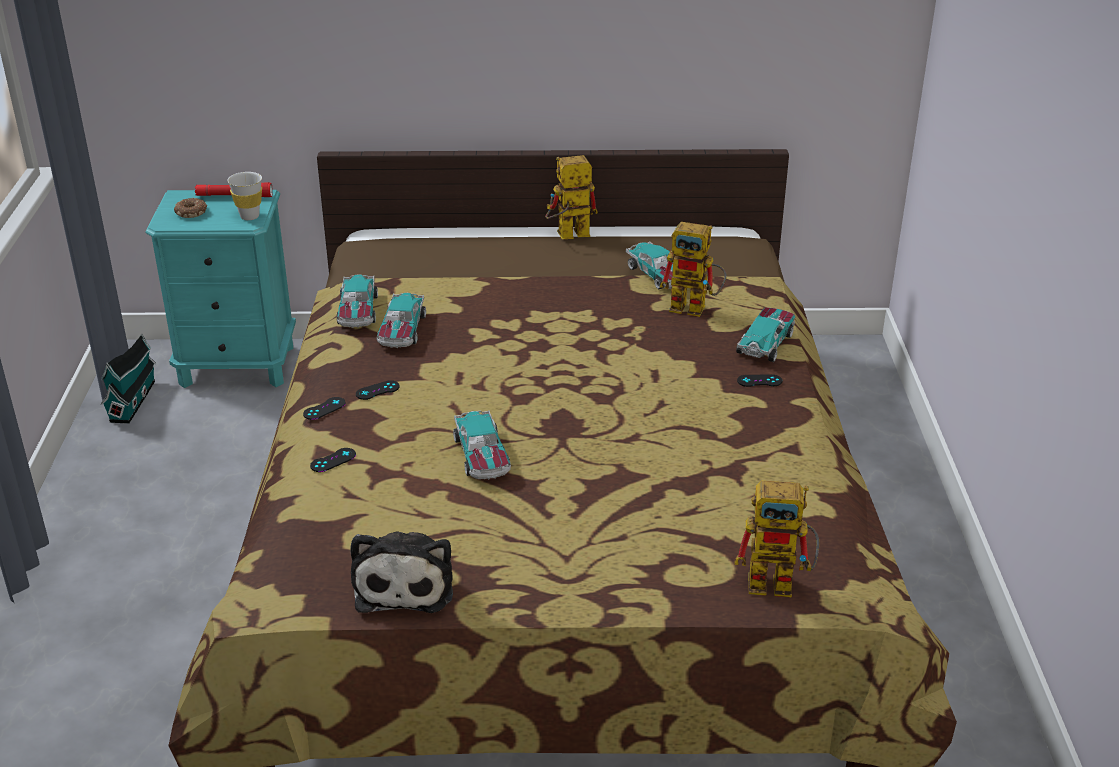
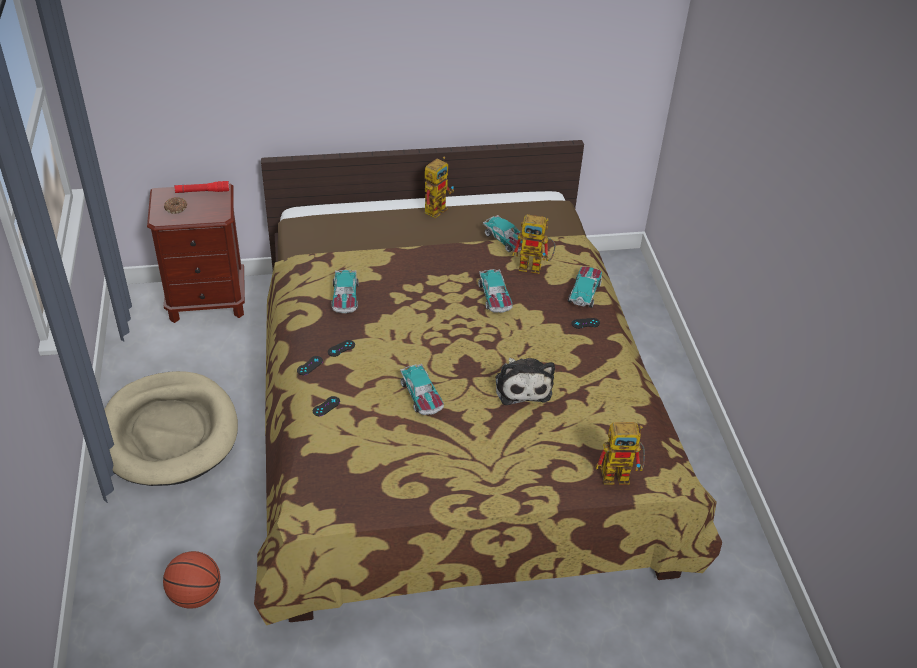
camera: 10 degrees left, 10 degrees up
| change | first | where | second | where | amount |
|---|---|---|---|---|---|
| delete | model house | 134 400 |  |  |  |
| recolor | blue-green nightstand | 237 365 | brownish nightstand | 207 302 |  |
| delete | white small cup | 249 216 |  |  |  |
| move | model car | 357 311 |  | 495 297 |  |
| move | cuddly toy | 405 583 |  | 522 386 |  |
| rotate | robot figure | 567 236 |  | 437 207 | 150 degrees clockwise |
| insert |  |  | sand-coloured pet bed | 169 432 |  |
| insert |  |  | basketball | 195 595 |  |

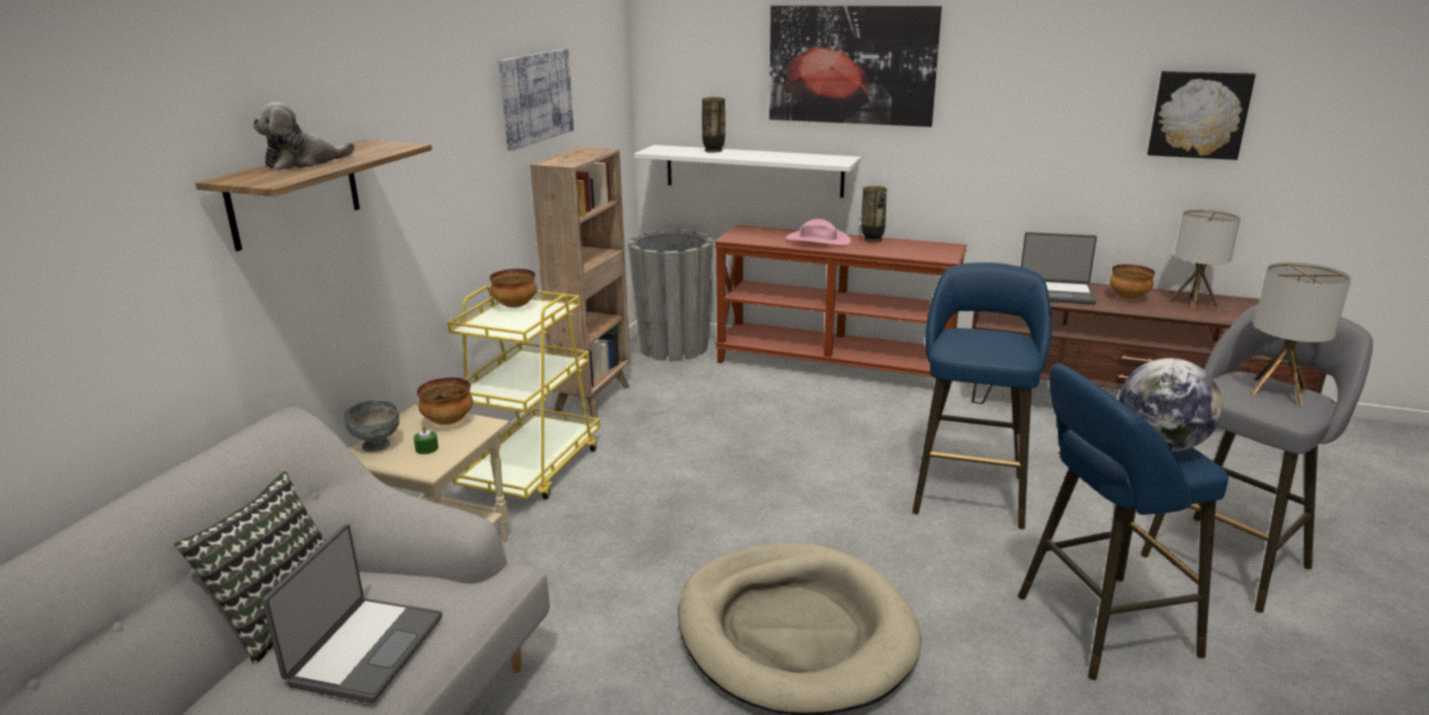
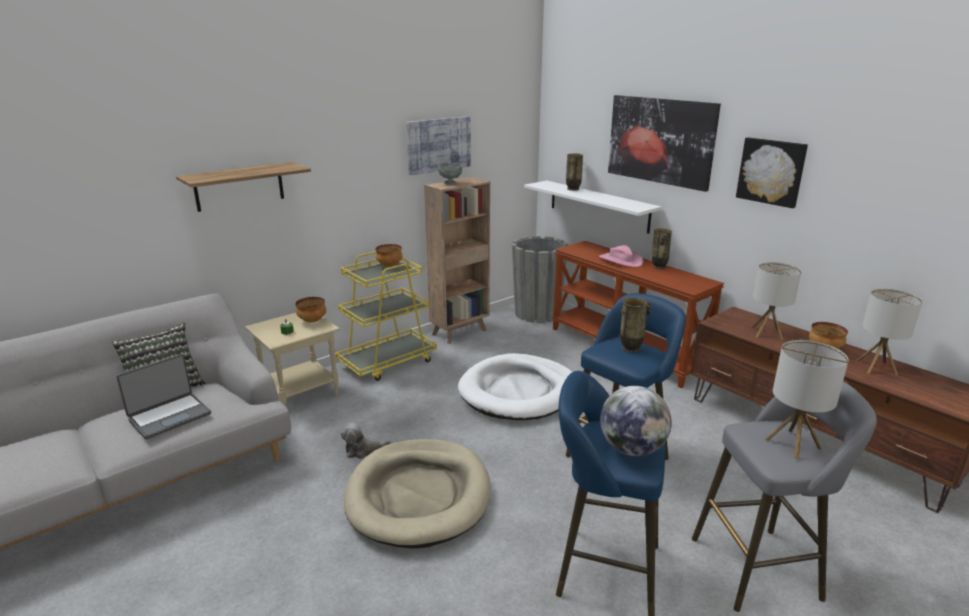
camera: 30 degrees right, 0 degrees up
| change | first | where | second | where | amount |
|---|---|---|---|---|---|
| move | cuddly toy | 304 163 |  | 363 450 |  |
| move | greyish bowl | 377 445 |  | 450 183 |  |
| replace | portable computer | 1055 293 | tabletop lamp | 767 333 |  |
| move | wall art | 1198 114 |  | 771 171 |  |
| insert |  |  | white pet bed | 518 391 |  |
| insert |  |  | vase | 631 348 |  |

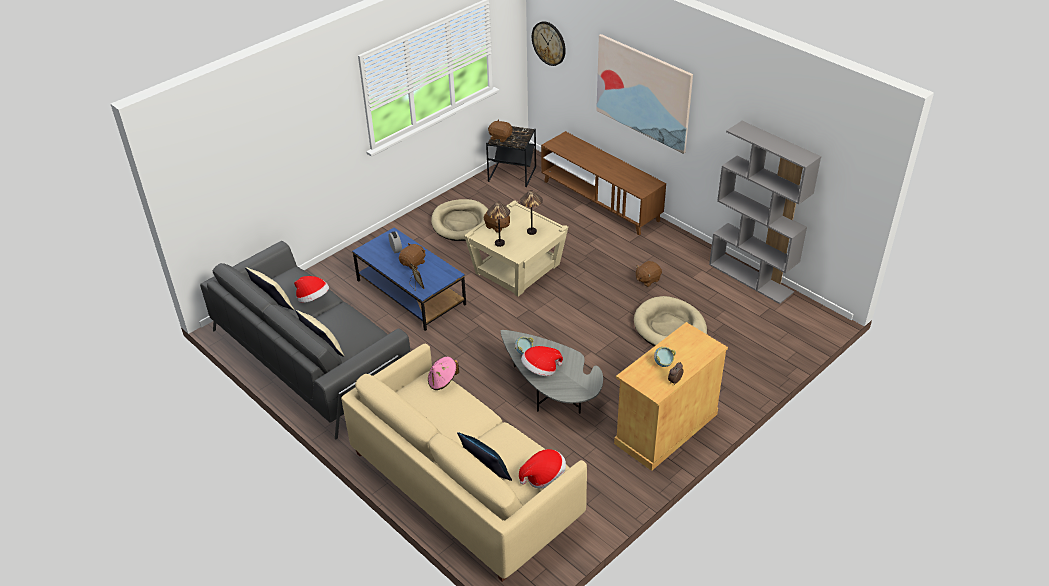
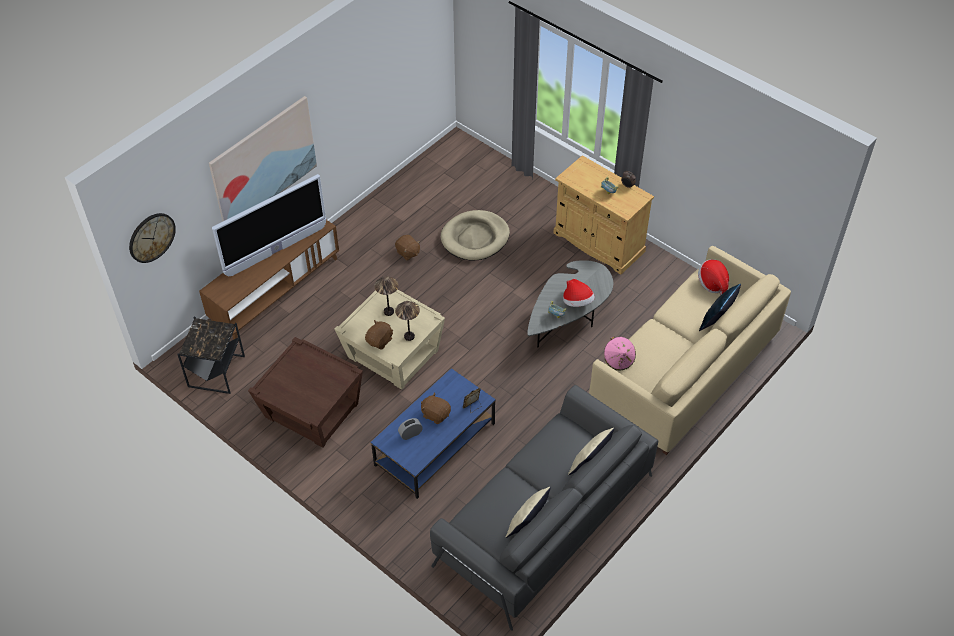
camera: 95 degrees left, 10 degrees up
| change | first | where | second | where | amount |
|---|---|---|---|---|---|
| delete | hat | 313 299 |  |  |  |
| replace | sand-coloured pet bed | 462 223 | brownish end table | 311 411 |  |
| delete | brownish cuddly toy | 500 137 |  |  |  |
| delete | greyish bookshelf | 751 278 |  |  |  |
| insert |  |  | television | 276 251 |  |

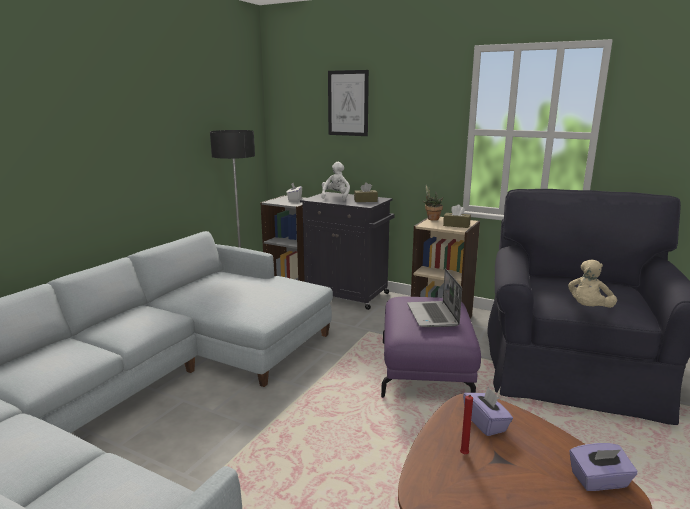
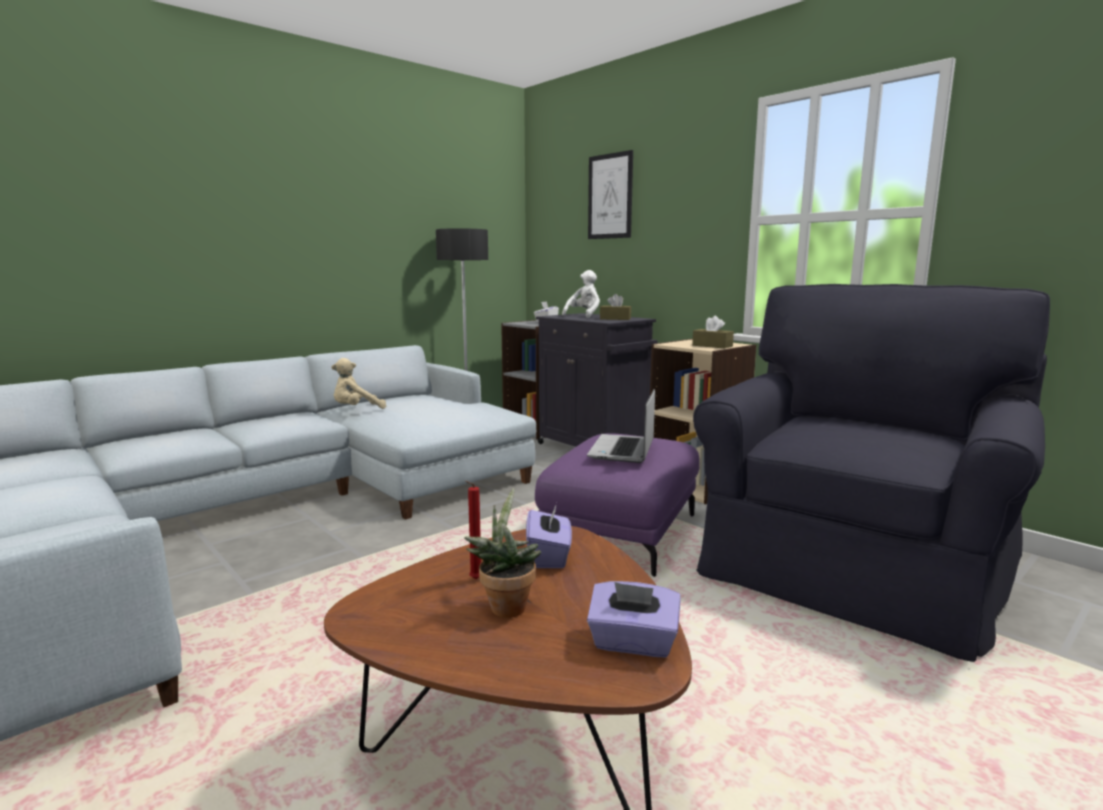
camera: 20 degrees right, 5 degrees down
| change | first | where | second | where | amount |
|---|---|---|---|---|---|
| move | plant in a pot | 431 219 |  | 506 605 |  |
| move | sand-coloured cuddly toy | 588 309 |  | 356 410 |  |

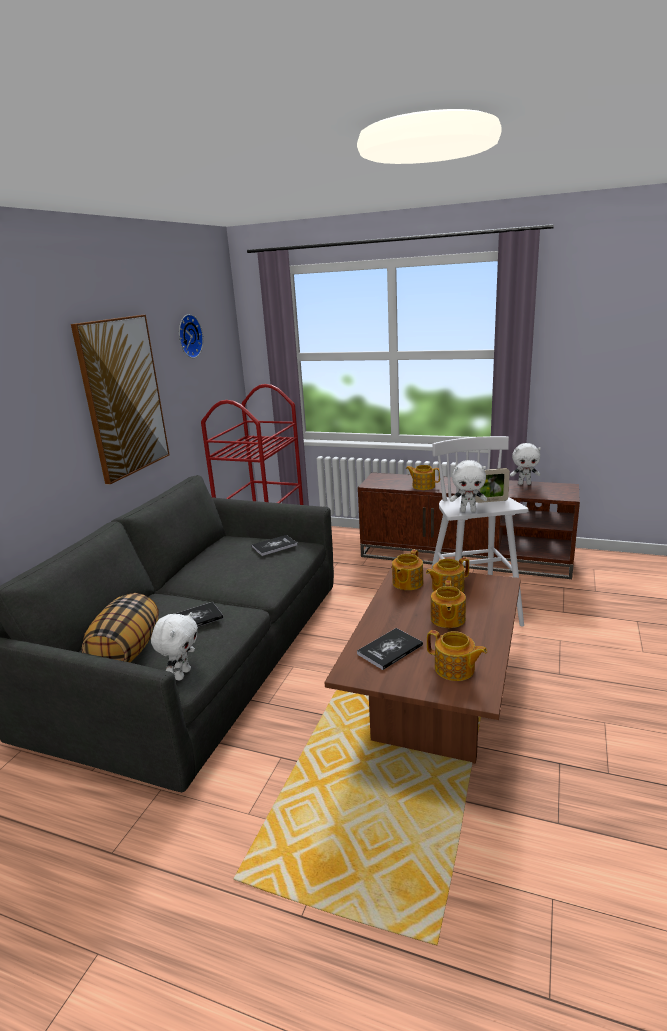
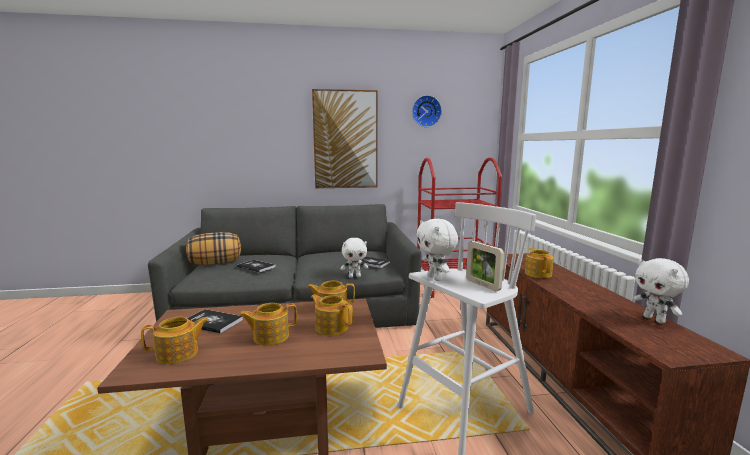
camera: 60 degrees right, 10 degrees down
| change | first | where | second | where | amount |
|---|---|---|---|---|---|
| move | white cuddly toy | 182 674 |  | 354 276 |  |
| rotate | teapot | 455 669 |  | 178 354 | 120 degrees counterclockwise |

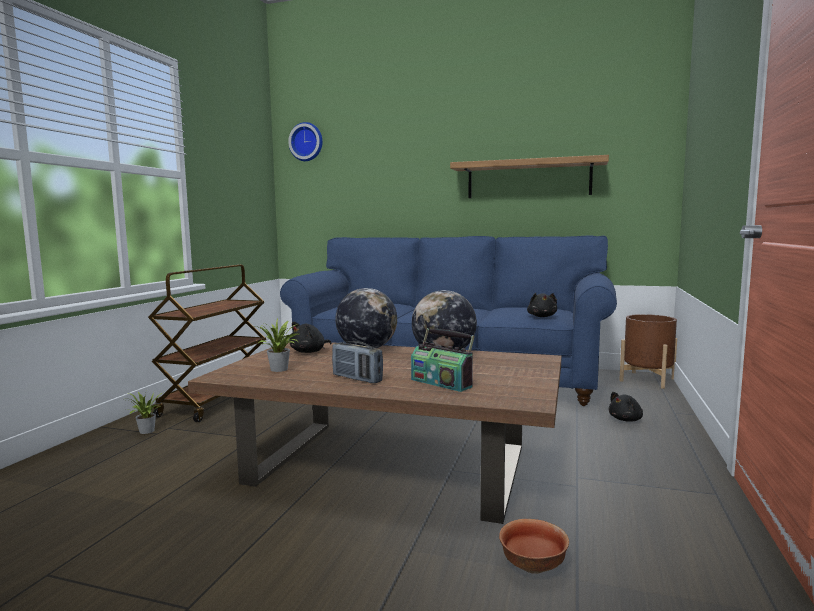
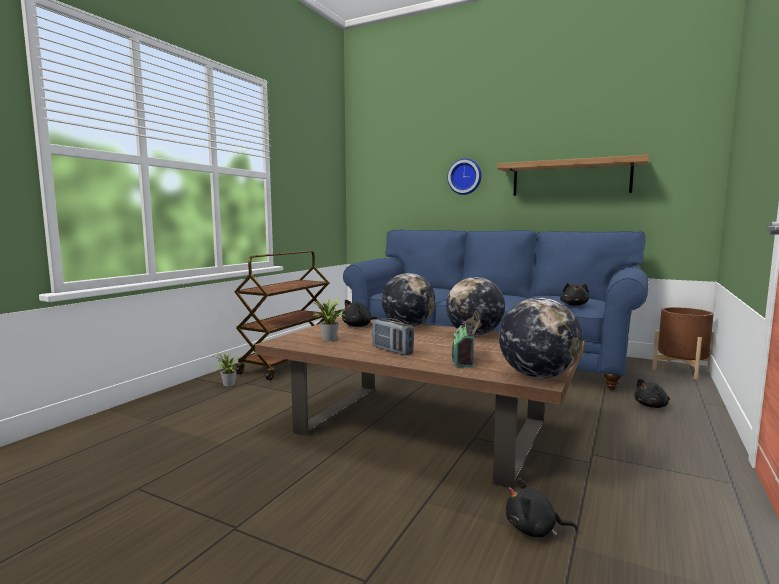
camera: 10 degrees right, 0 degrees up
| change | first | where | second | where | amount |
|---|---|---|---|---|---|
| move | hanging clock | 307 142 |  | 465 177 |  |
| rotate | radio receiver | 442 383 |  | 465 358 | 45 degrees clockwise |
| replace | bowl | 533 567 | black cuddly toy | 534 530 |  |
| insert |  |  | globe | 537 376 |  |

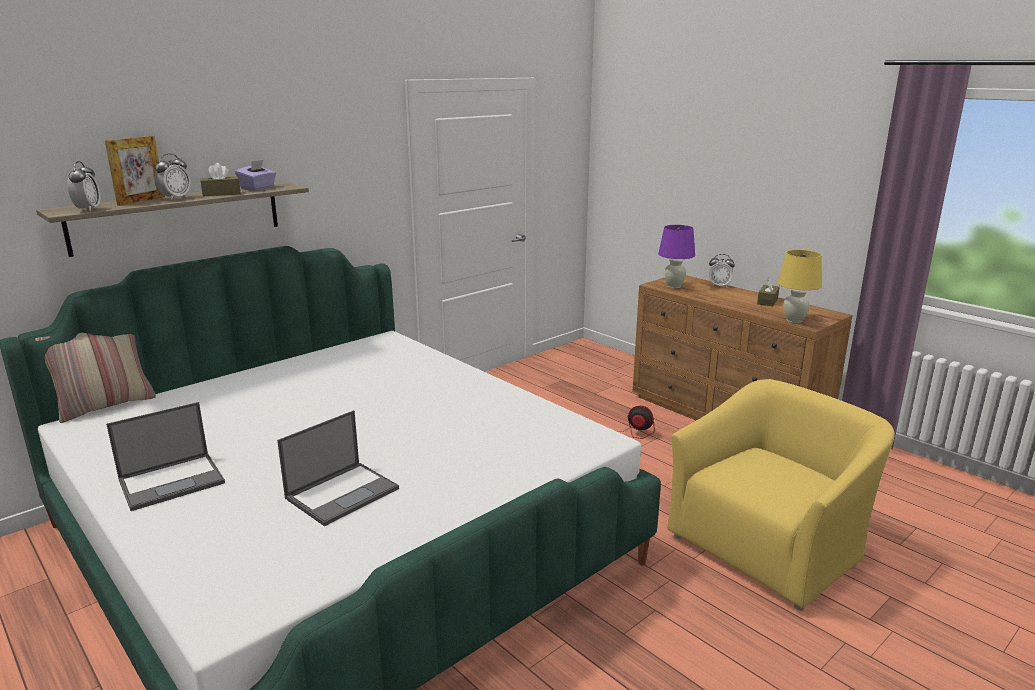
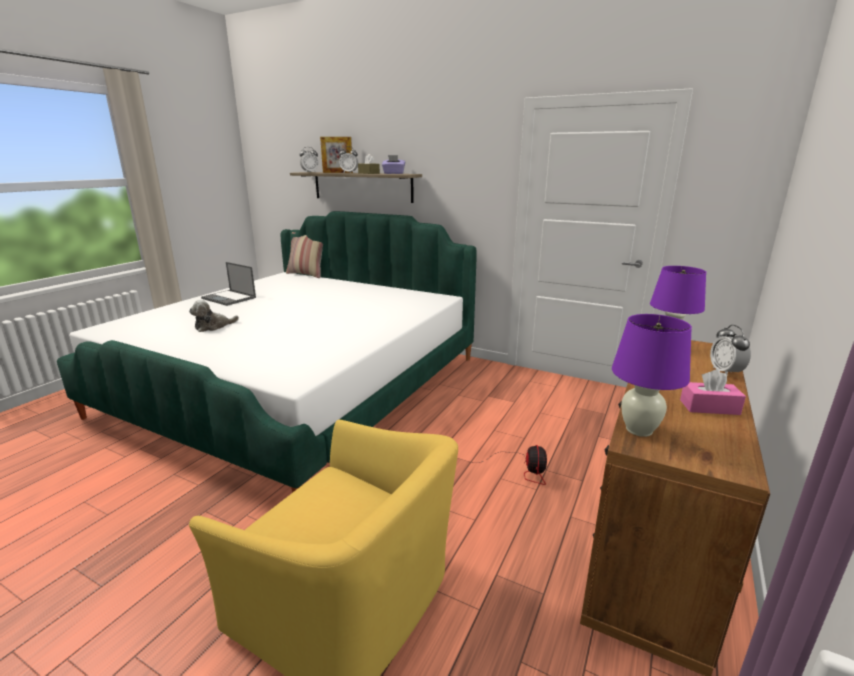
camera: 70 degrees right, 0 degrees up
| change | first | where | second | where | amount |
|---|---|---|---|---|---|
| replace | portable computer | 343 493 | cuddly toy | 213 326 |  |
| recolor | brownish tissue holder | 767 301 | pink tissue holder | 709 407 |  |
| recolor | yellowish tabletop lamp | 794 320 | purplish tabletop lamp | 639 430 |  |

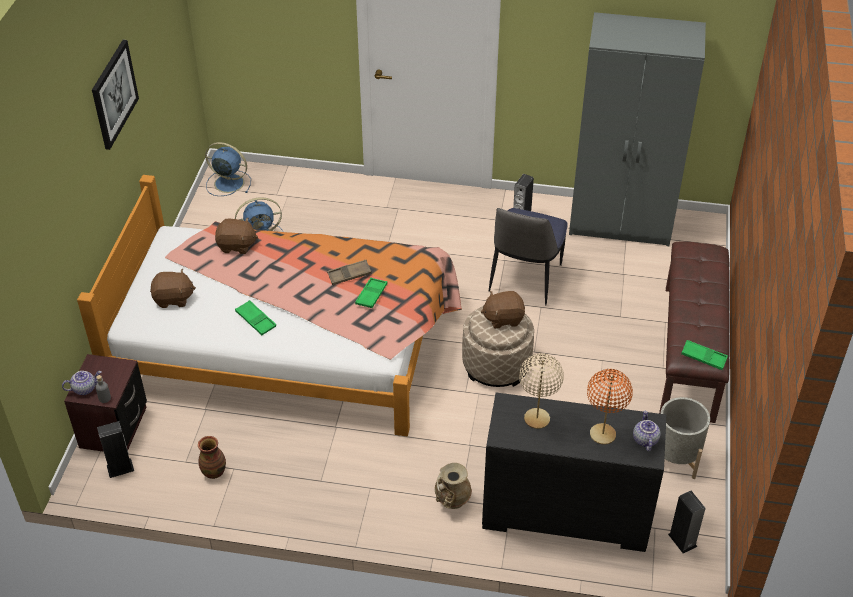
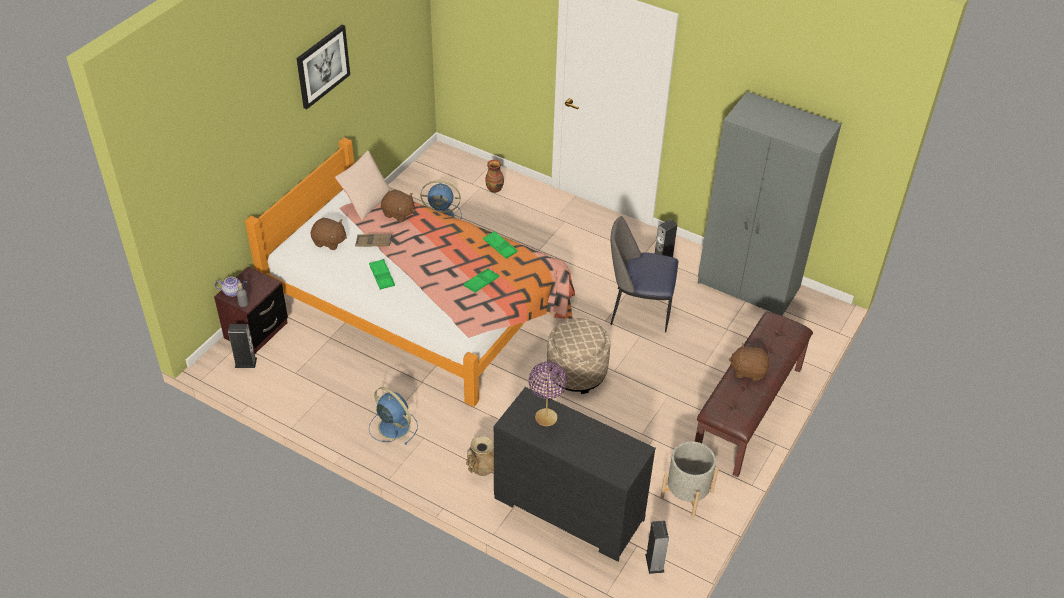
camera: 20 degrees right, 0 degrees up
| change | first | where | second | where | amount |
|---|---|---|---|---|---|
| move | vase | 214 472 |  | 494 189 |  |
| move | blue-coloured electric fan | 228 183 |  | 393 426 |  |
| move | brownish carrying tray | 349 275 |  | 373 242 |  |
| move | brownish cuddly toy | 503 318 |  | 748 370 |  |
| rotate | upright chair | 524 280 |  | 638 310 | 60 degrees clockwise |
| recolor | sand-coloured tabletop lamp | 537 419 | purplish tabletop lamp | 546 418 |  |
| delete | orange tabletop lamp | 602 434 |  |  |  |
| delete | teapot | 644 440 |  |  |  |
| move | greenish carrying tray | 703 357 |  | 500 247 |  |
| insert |  |  | sand-coloured cushion | 366 201 |  |

